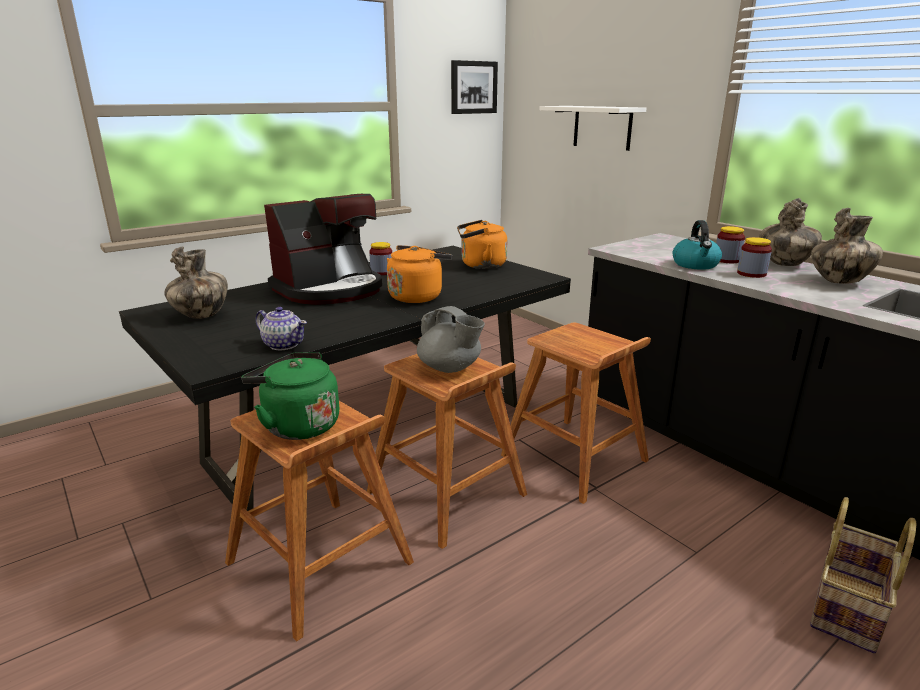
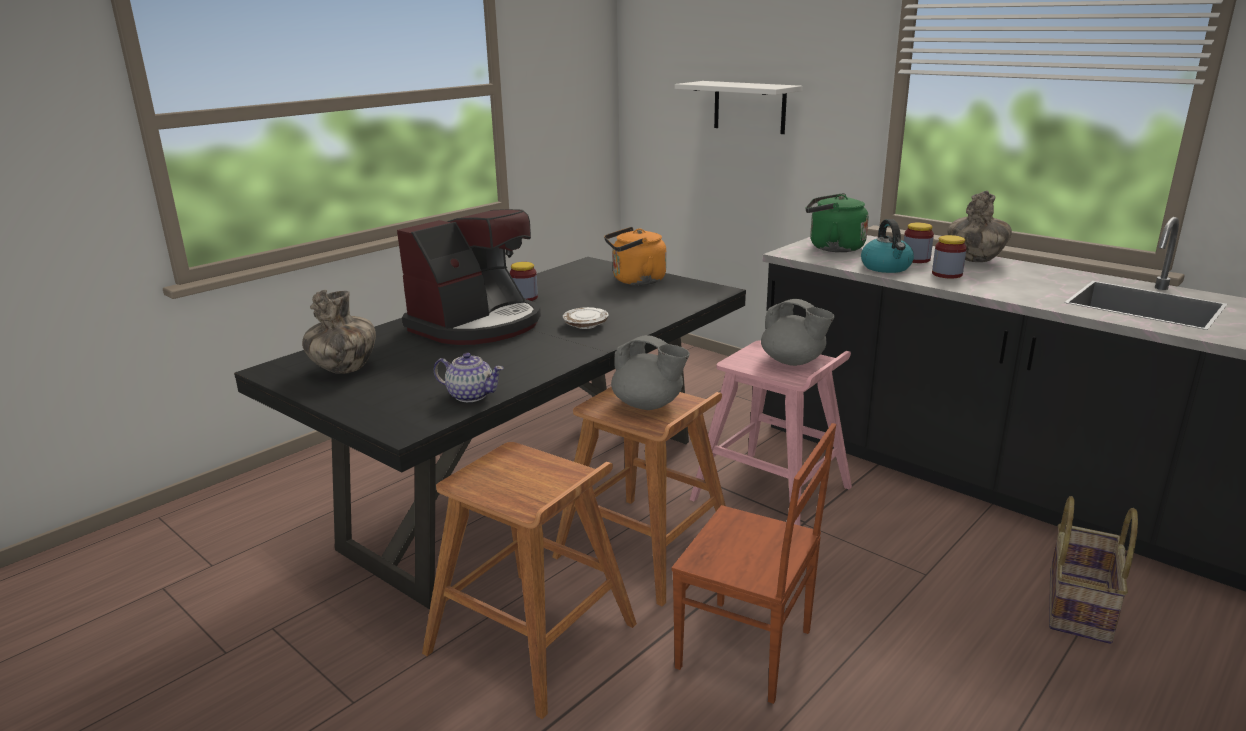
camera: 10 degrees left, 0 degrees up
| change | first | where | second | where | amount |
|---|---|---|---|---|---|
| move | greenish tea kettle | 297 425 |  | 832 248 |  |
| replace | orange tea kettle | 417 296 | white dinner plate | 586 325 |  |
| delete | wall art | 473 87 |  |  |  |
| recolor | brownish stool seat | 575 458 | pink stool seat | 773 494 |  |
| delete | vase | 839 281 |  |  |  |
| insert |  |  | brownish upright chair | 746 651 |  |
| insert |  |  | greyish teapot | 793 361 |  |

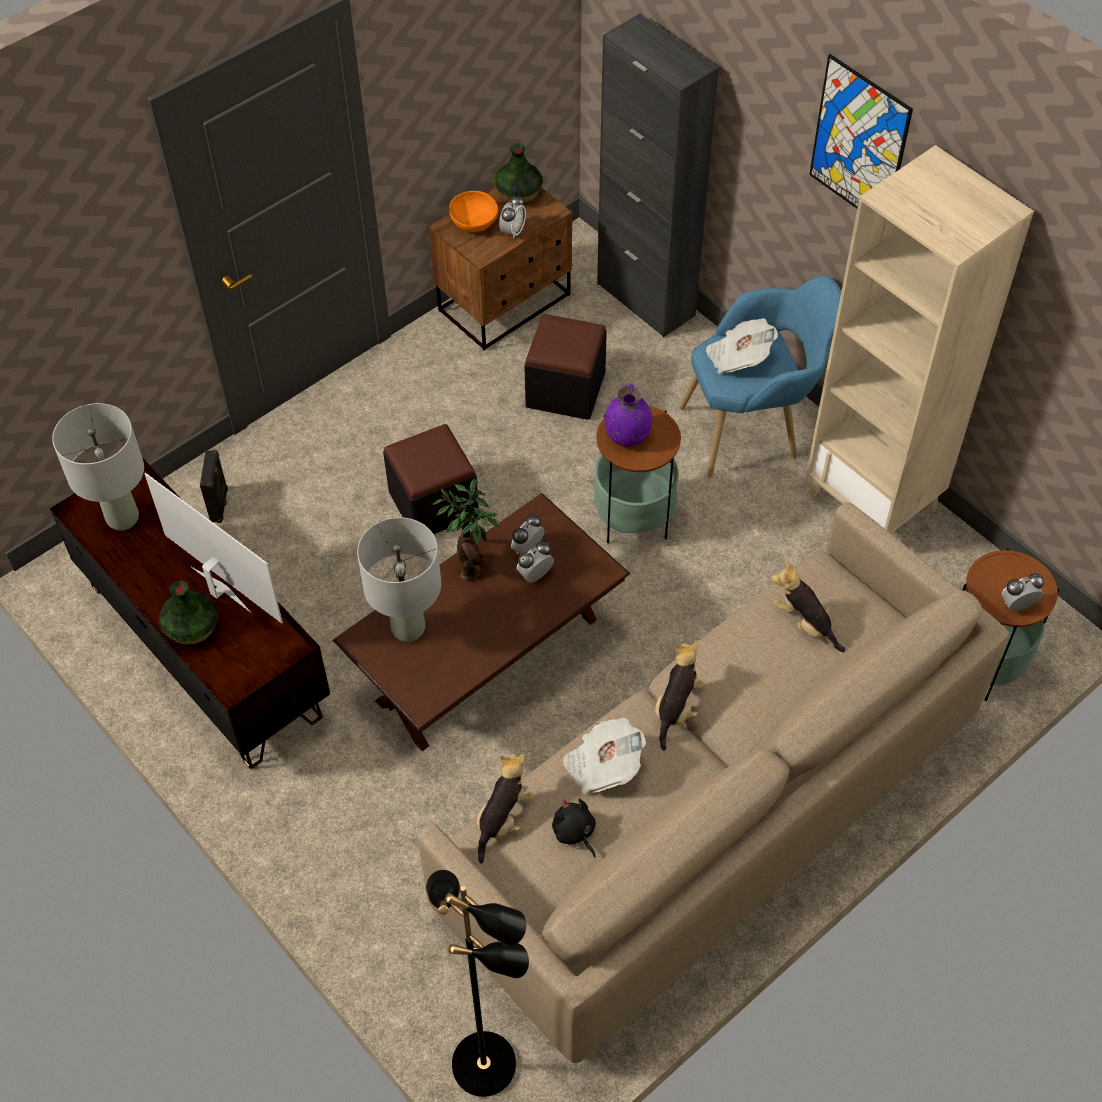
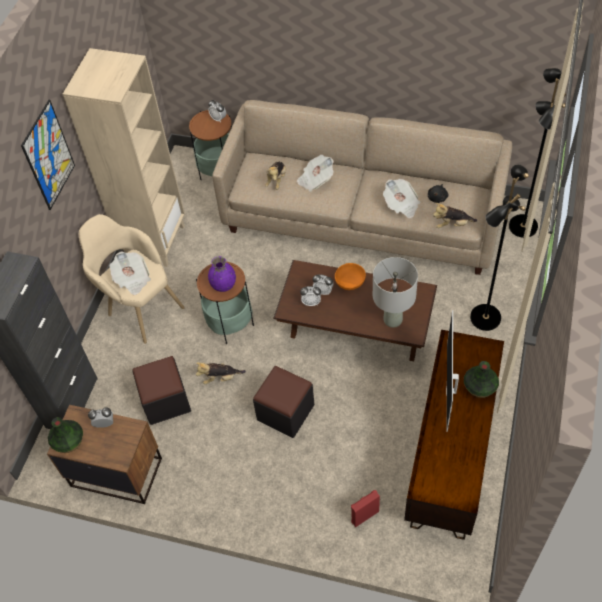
camera: 120 degrees left, 0 degrees up
| change | first | where | second | where | amount |
|---|---|---|---|---|---|
| delete | greyish tabletop lamp | 122 518 |  |  |  |
| recolor | black loudspeaker | 220 505 | red-coloured loudspeaker | 364 515 |  |
| delete | plant in a pot | 472 562 |  |  |  |
| move | orange bowl | 473 222 |  | 350 282 |  |
| move | cuddly toy | 676 708 |  | 220 378 |  |
| recolor | blue-coloured easy chair | 753 429 | sand-coloured easy chair | 139 306 |  |
| insert |  |  | printed paper | 315 180 |  |
| insert |  |  | black floor lamp | 484 317 |  |

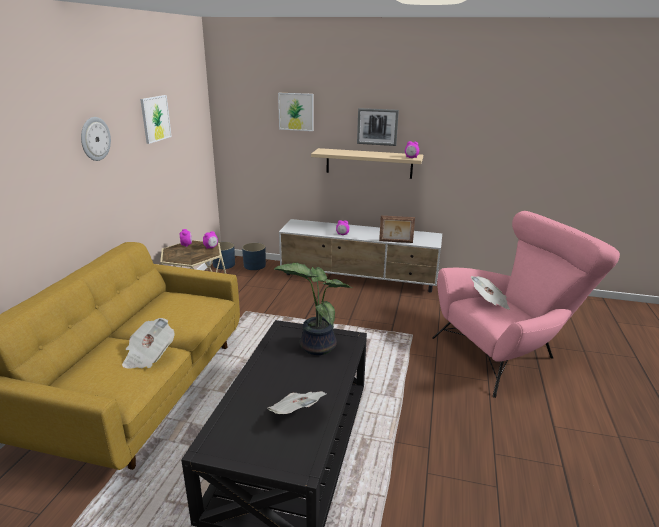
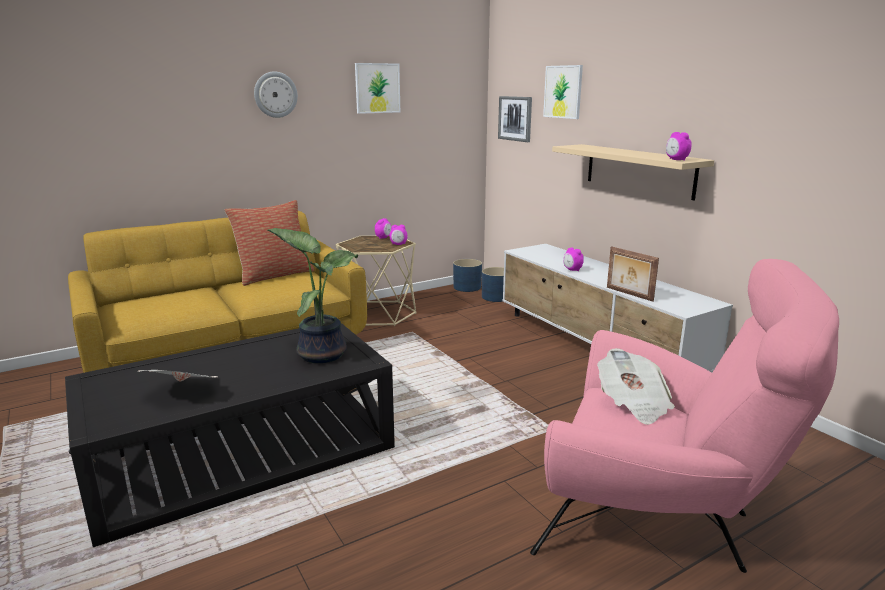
camera: 45 degrees right, 5 degrees down
| change | first | where | second | where | amount |
|---|---|---|---|---|---|
| delete | printed paper | 149 356 |  |  |  |
| move | wall art | 377 126 |  | 515 118 |  |
| insert |  |  | cushion | 274 275 |  |

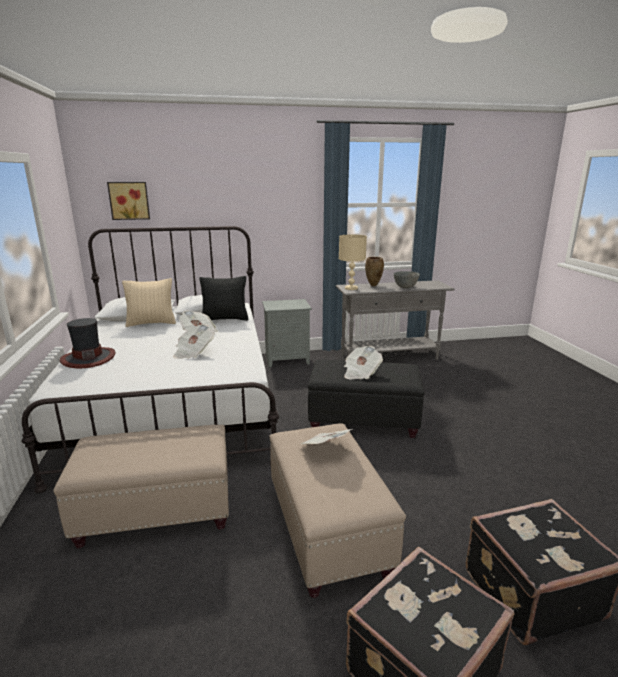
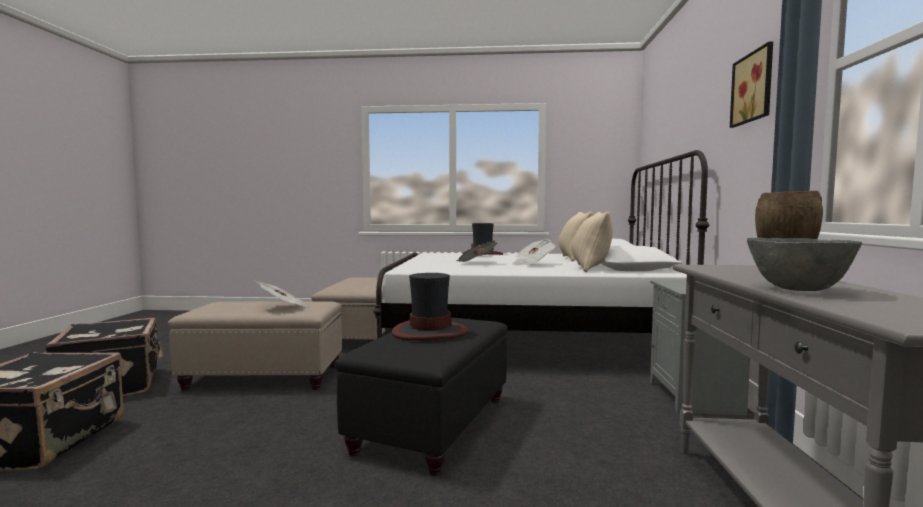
camera: 105 degrees right, 15 degrees down
| change | first | where | second | where | amount |
|---|---|---|---|---|---|
| move | wall art | 129 200 |  | 755 87 |  |
| recolor | black cushion | 225 319 | sand-coloured cushion | 590 268 |  |
| delete | sand-coloured tabletop lamp | 351 288 |  |  |  |
| replace | printed paper | 360 373 | hat | 429 332 |  |

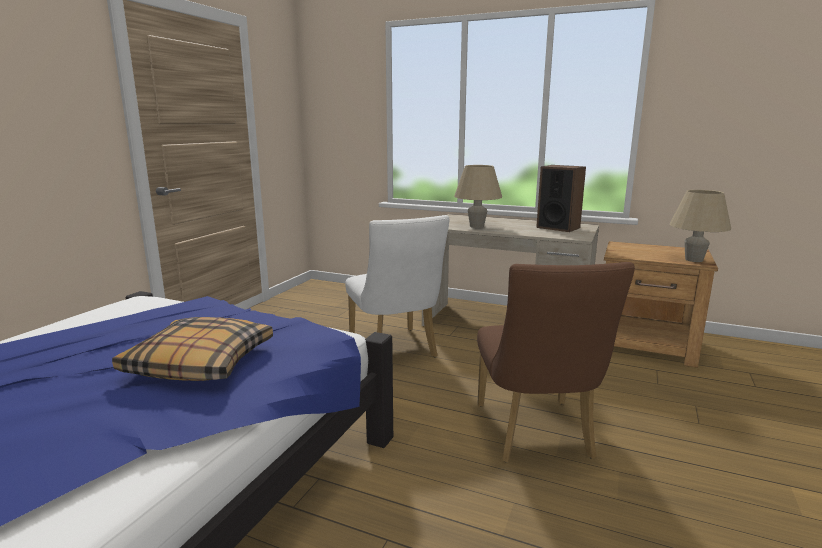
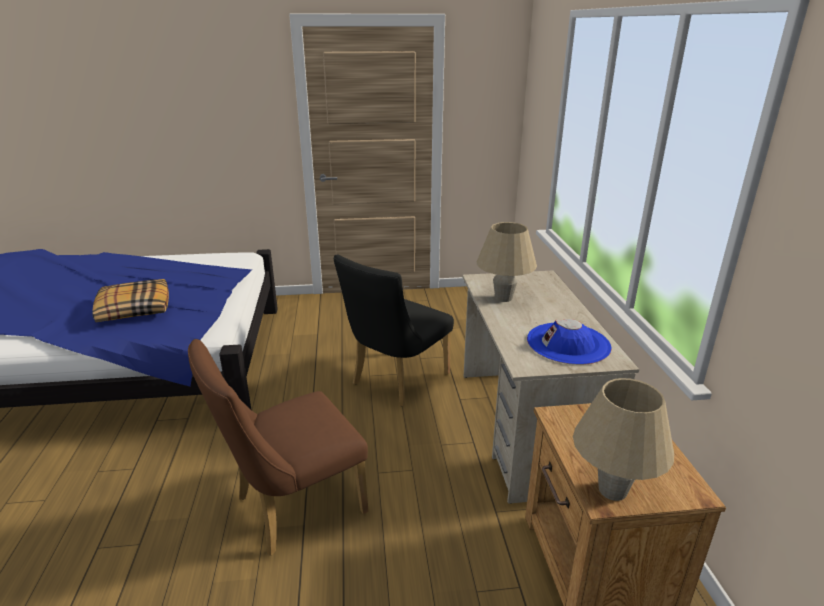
camera: 60 degrees right, 10 degrees up
| change | first | where | second | where | amount |
|---|---|---|---|---|---|
| recolor | white upright chair | 395 350 | black upright chair | 395 381 |  |
| replace | loudspeaker | 558 227 | blue-coloured hat | 568 343 |  |

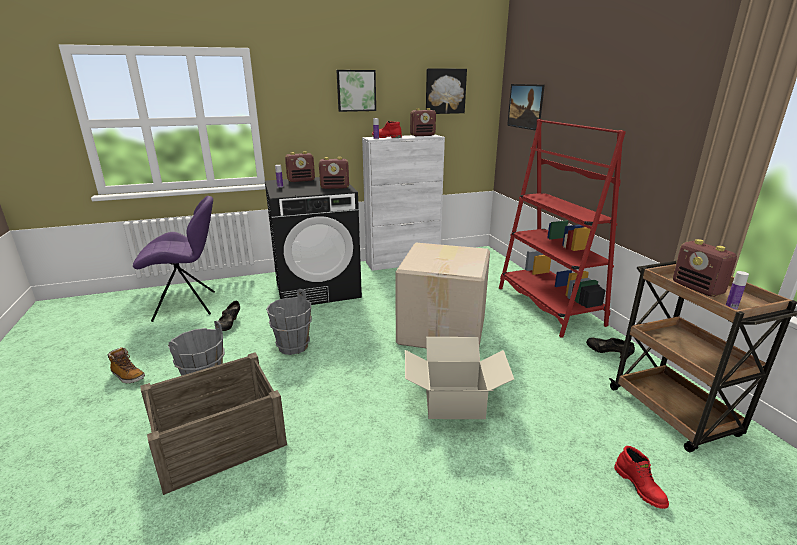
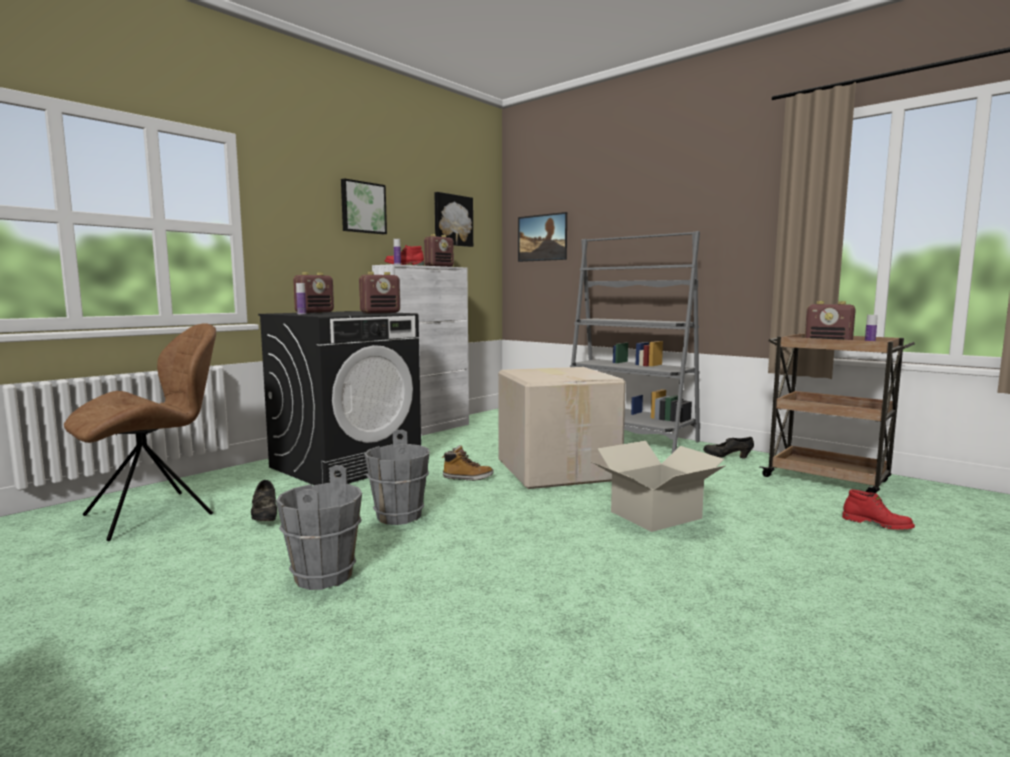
camera: 30 degrees left, 15 degrees down
| change | first | where | second | where | amount |
|---|---|---|---|---|---|
| move | tall boot | 128 376 |  | 467 478 |  |
| recolor | purplish upright chair | 188 306 | brownish upright chair | 154 514 |  |
| delete | packing crate | 220 439 |  |  |  |
| recolor | red-coloured bookshelf | 548 306 | greyish bookshelf | 630 438 |  |

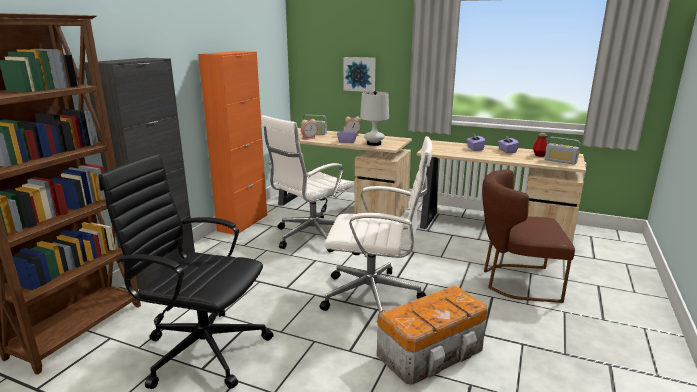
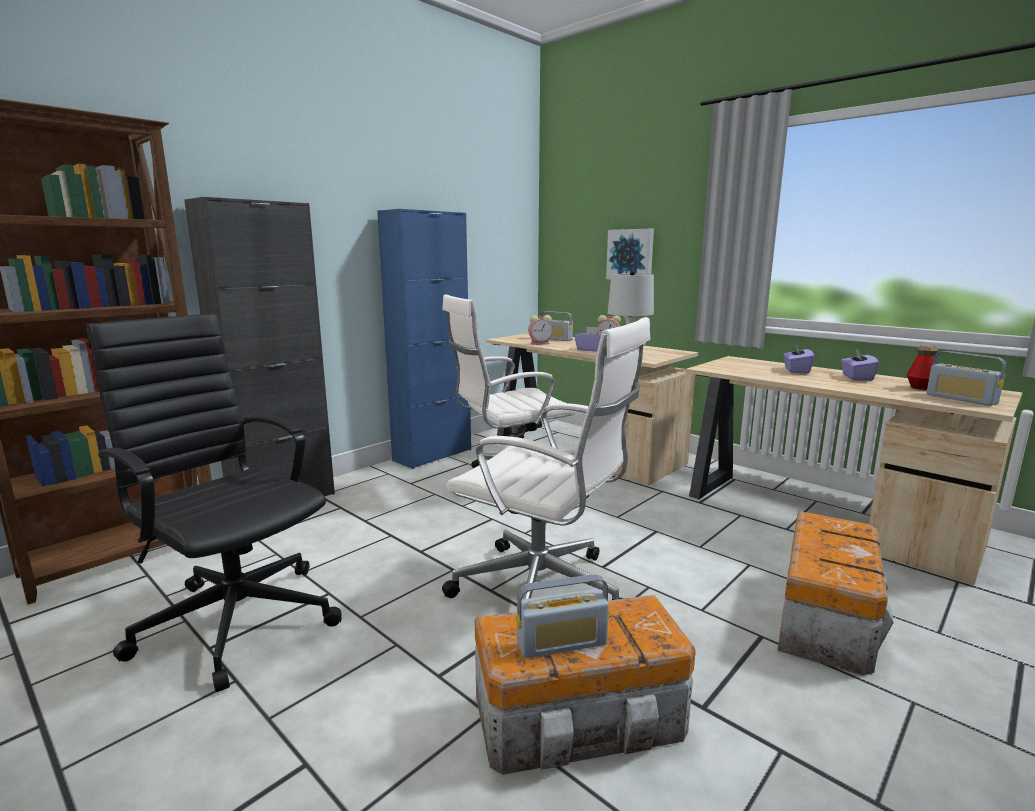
camera: 20 degrees right, 5 degrees down
| change | first | where | second | where | amount |
|---|---|---|---|---|---|
| recolor | orange cabinet | 243 223 | blue-coloured cabinet | 432 455 |  |
| replace | brownish upright chair | 515 281 | storage box | 825 617 |  |
| insert |  |  | radio receiver | 562 643 |  |

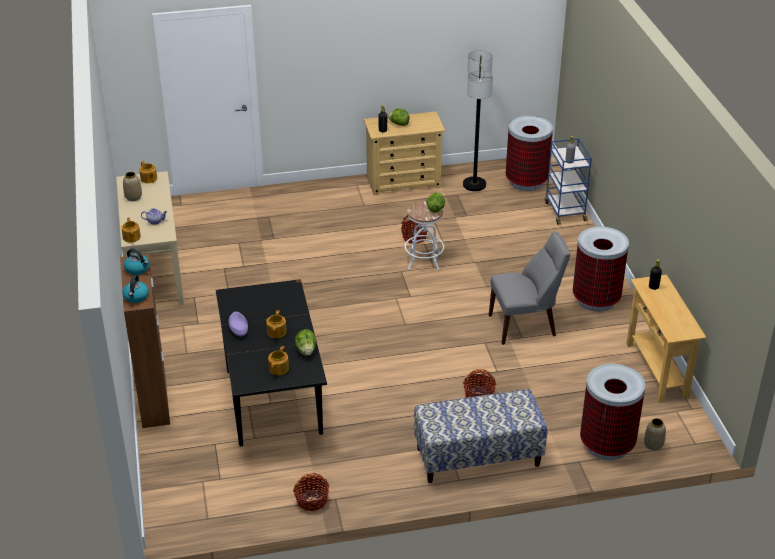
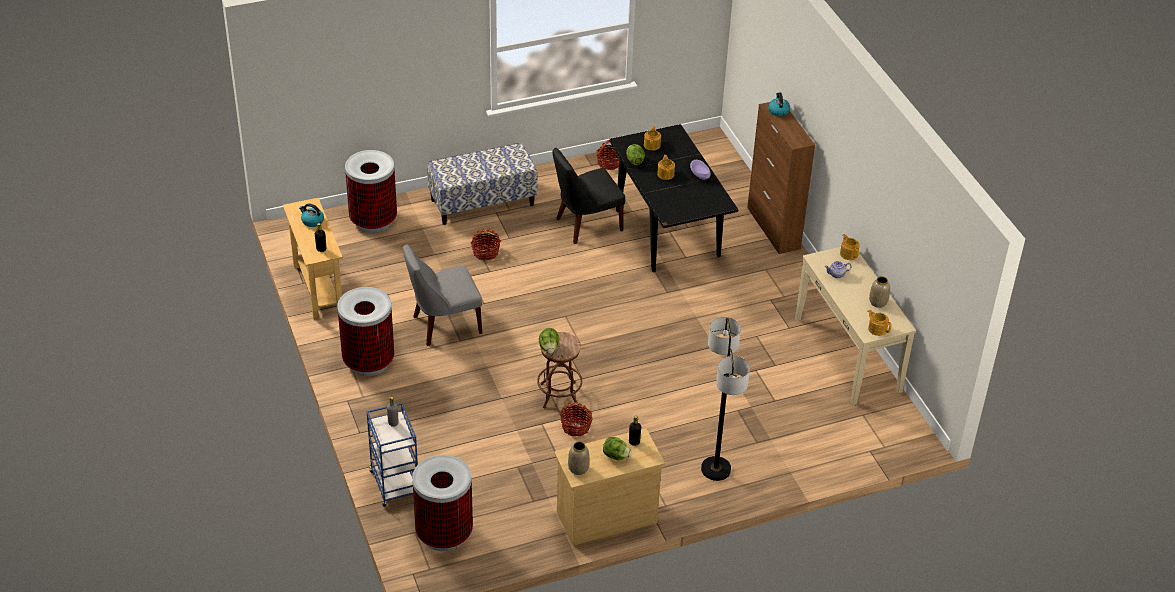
camera: 170 degrees right, 5 degrees up
| change | first | where | second | where | amount |
|---|---|---|---|---|---|
| move | tea kettle | 137 269 |  | 312 221 |  |
| recolor | white stool seat | 424 260 | brownish stool seat | 559 395 |  |
| move | floor lamp | 474 185 |  | 715 469 |  |
| move | vase | 653 445 |  | 578 469 |  |
| insert |  |  | black upright chair | 586 225 |  |

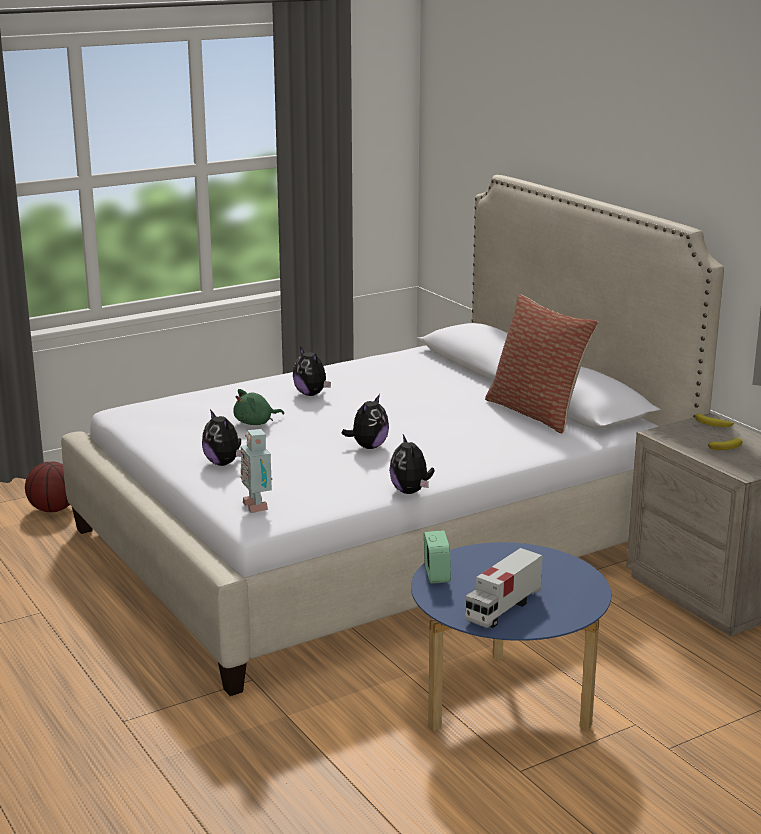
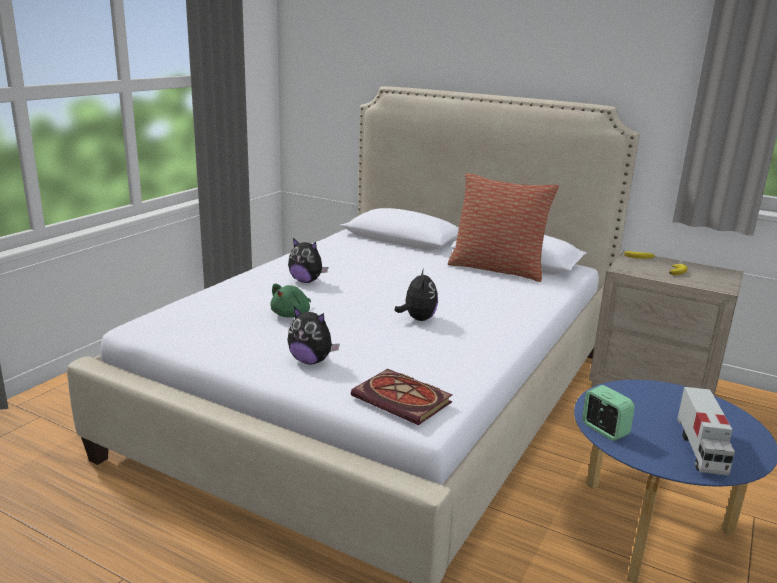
camera: 30 degrees left, 0 degrees up
| change | first | where | second | where | amount |
|---|---|---|---|---|---|
| delete | basketball | 53 509 |  |  |  |
| replace | robot figure | 257 506 | volume | 404 400 |  |
| delete | cuddly toy | 411 491 |  |  |  |

